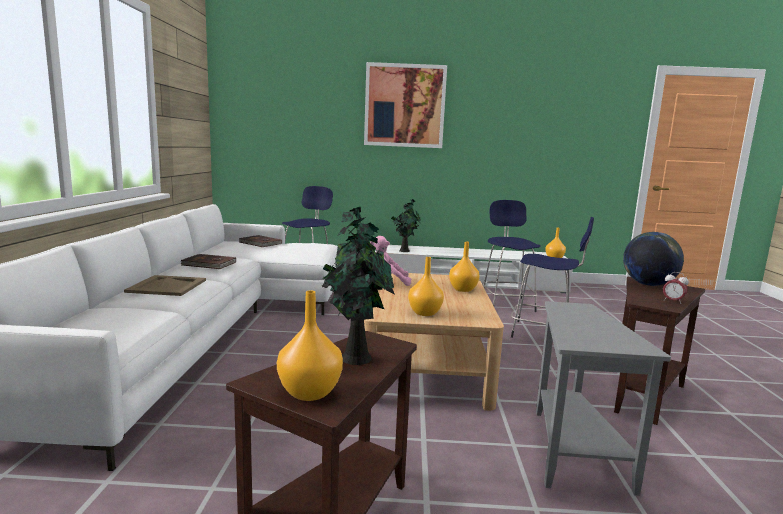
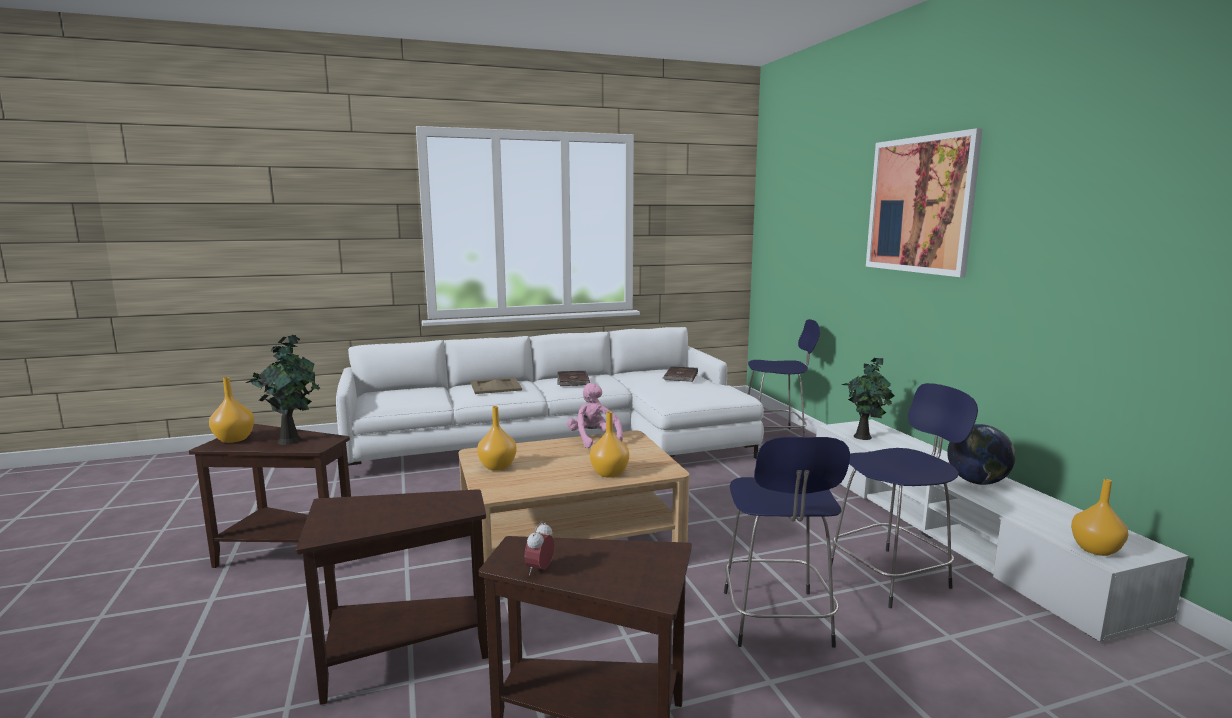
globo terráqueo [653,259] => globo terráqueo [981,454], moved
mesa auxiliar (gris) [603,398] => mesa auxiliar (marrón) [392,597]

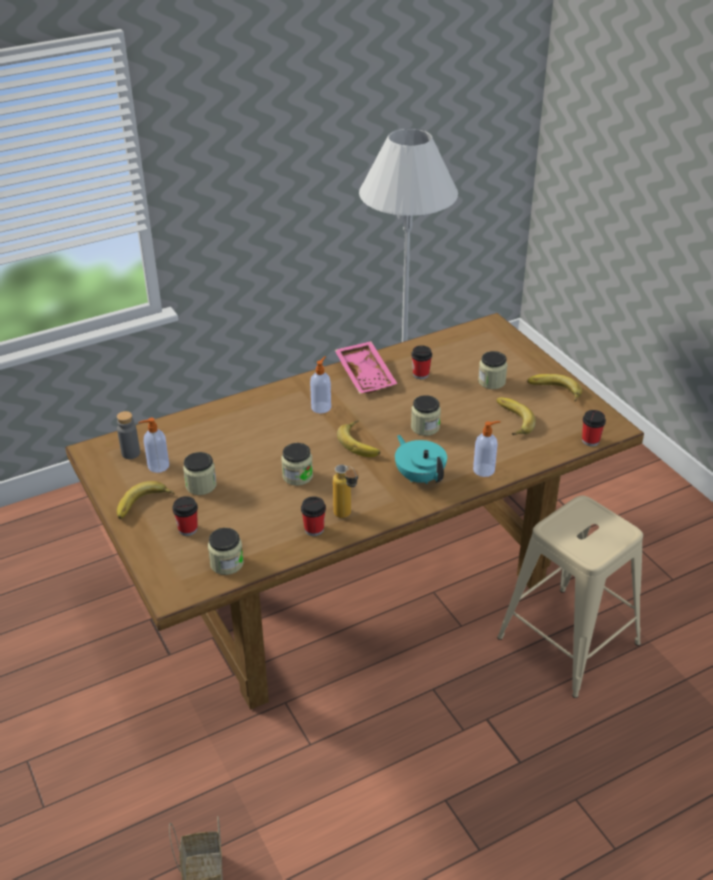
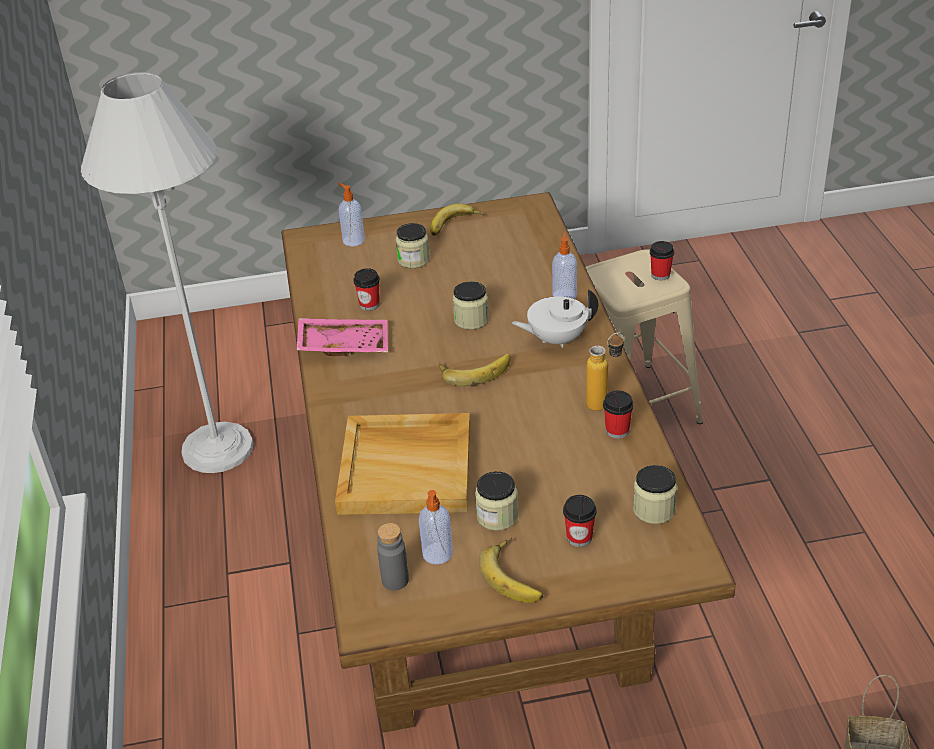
dispensador de jabón [320,384] => dispensador de jabón [351,214], moved
plátano [516,416] => nothing
taza [594,428] => taza [662,260], moved
tetera (turquesa) [421,459] => tetera (blanco) [555,318]
tarro [297,464] => nothing
nothing => bandeja (beis) [402,464]

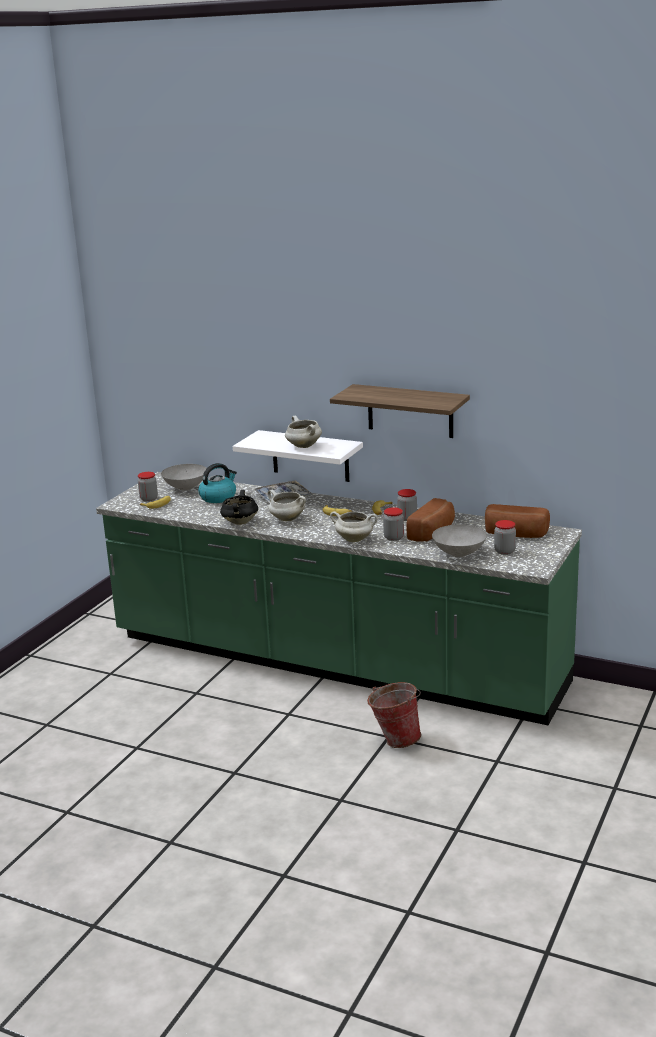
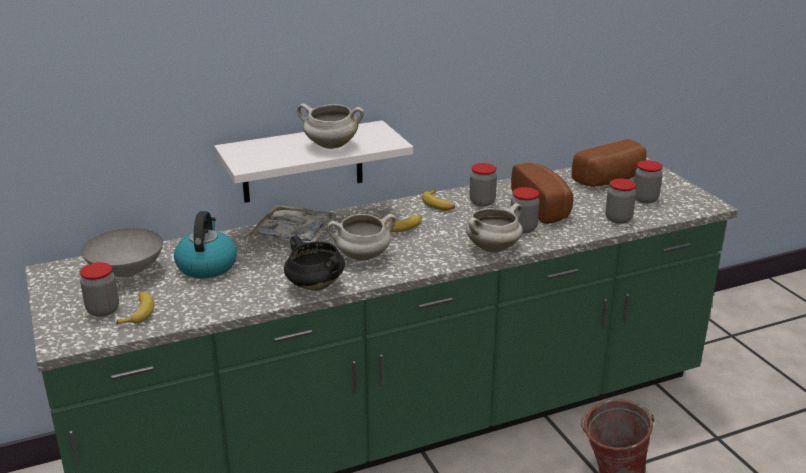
estante [400,411] => nothing
cuenco (gris) [459,541] => tarro [620,201]

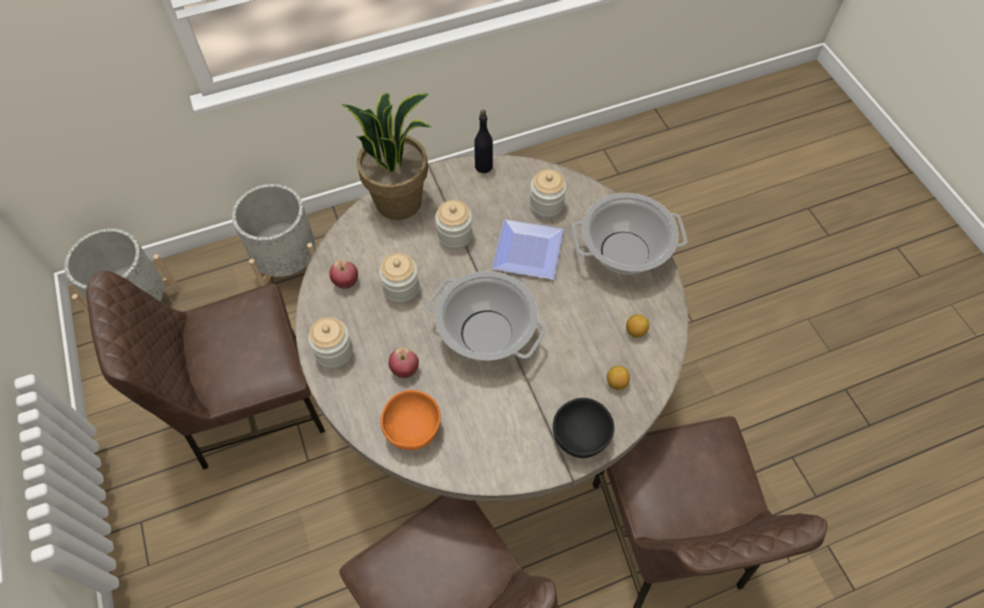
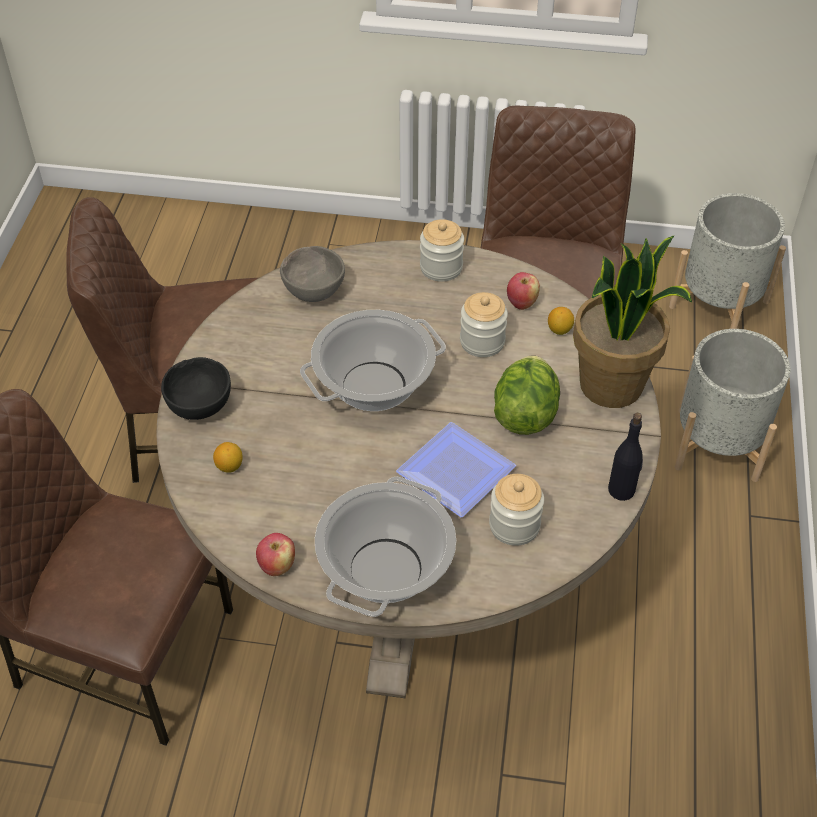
tarro [453,225] => lechuga [527,395]
limón [637,326] => limón [561,321], moved
manzana [404,362] => manzana [275,554], moved
cuenco (naranja) [410,420] => cuenco (gris) [312,274]

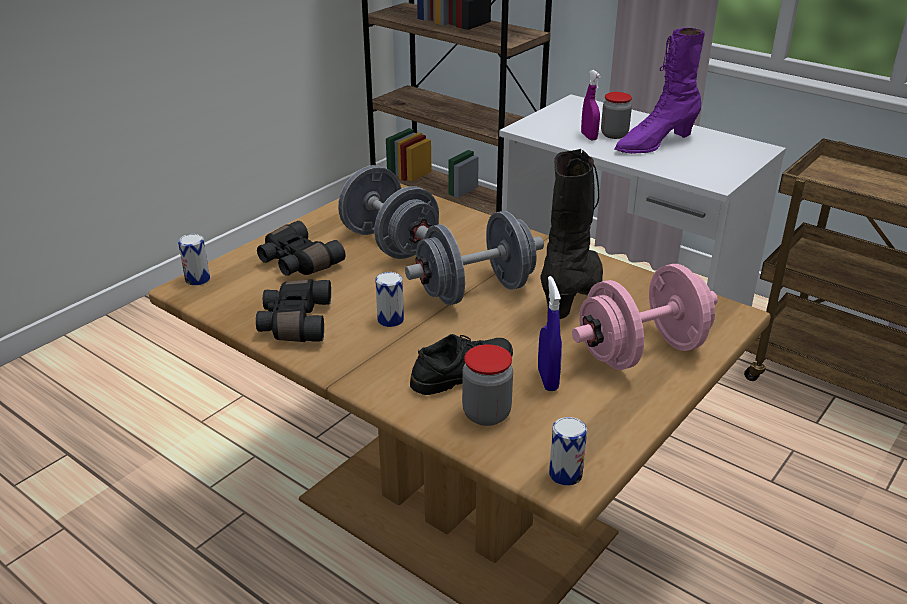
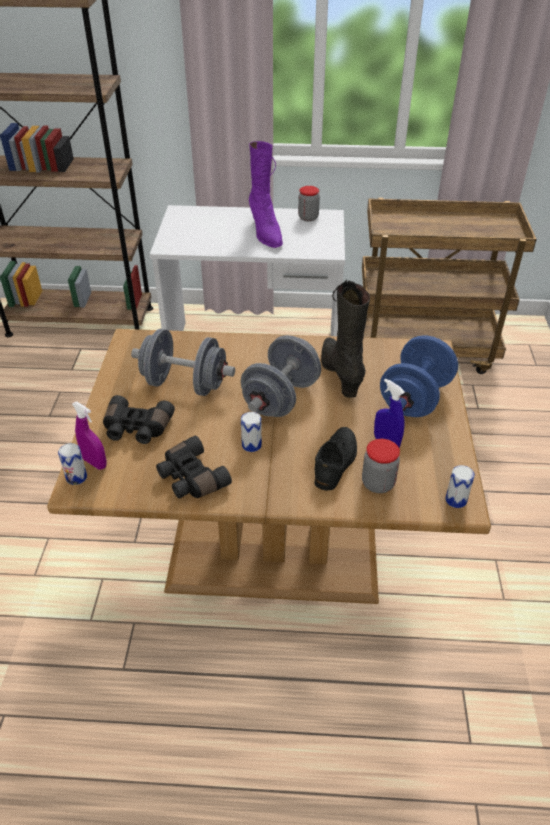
bota (morado) [659,91] => bota (morado) [266,194], 45 degrees counterclockwise
pulverizador (morado) [591,105] => pulverizador (morado) [89,436], moved
tarro [616,115] => tarro [309,204], moved
mancuerna (rosa) [645,317] => mancuerna (azul) [419,376]

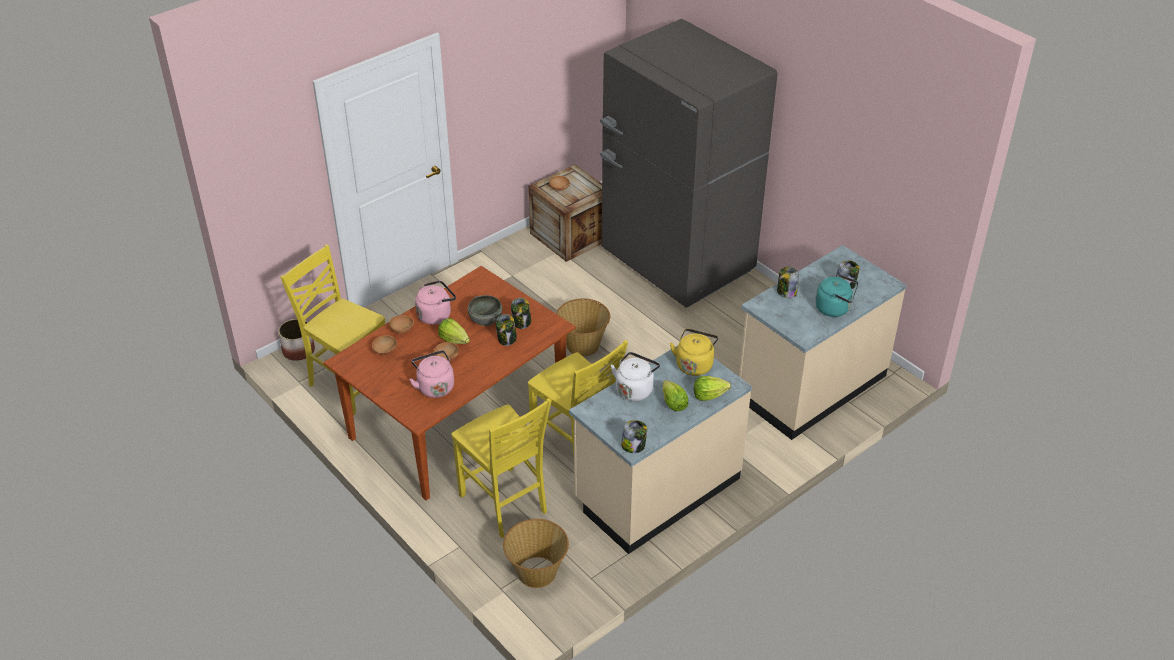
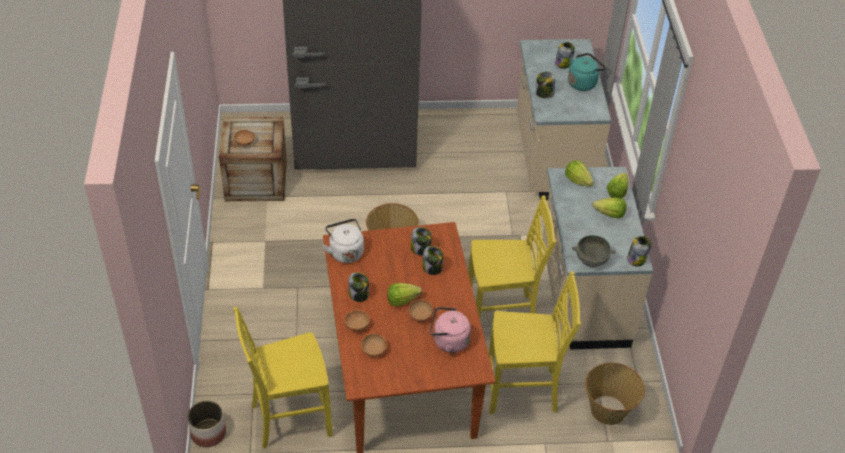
hervidor (rosa) [435,302] => tarro [358,287]
cuenco (gris) [485,310] => cuenco (gris) [593,251], moved
hervidor (amarillo) [694,352] => lechuga [579,173]
hervidor (blanco) [635,376] => hervidor (blanco) [343,241], moved

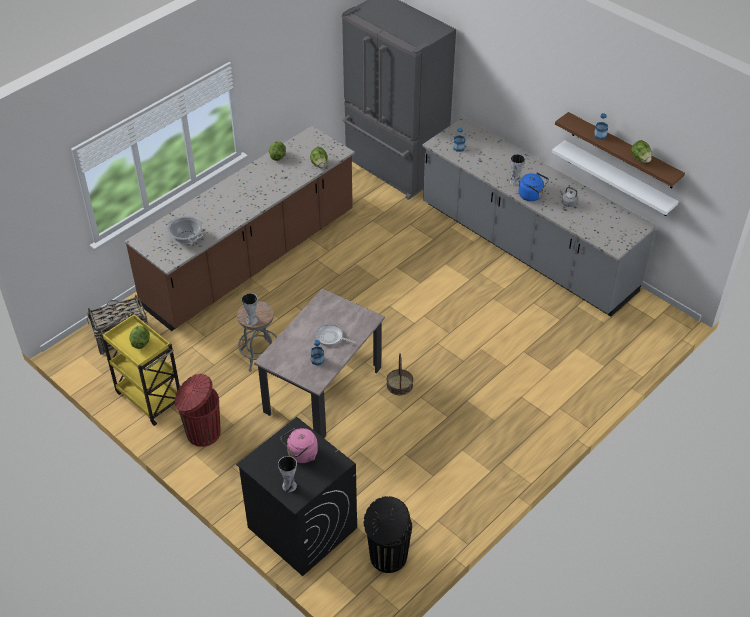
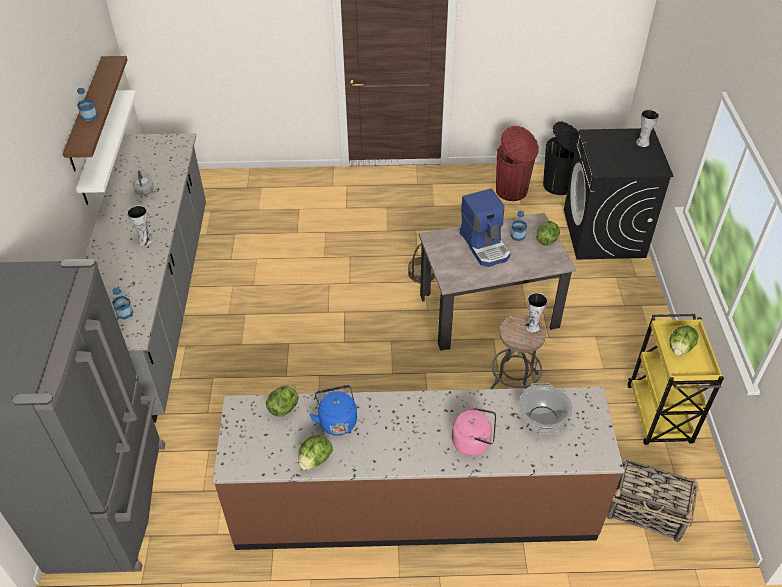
lechuga [641,151] => lechuga [548,233], moved
hervidor (azul) [534,186] => hervidor (azul) [333,410], moved
sartén [335,335] => cafetera [485,228]
papelera (rojo) [197,410] => papelera (rojo) [517,163], moved
hervidor (rosa) [299,445] => hervidor (rosa) [474,430], moved

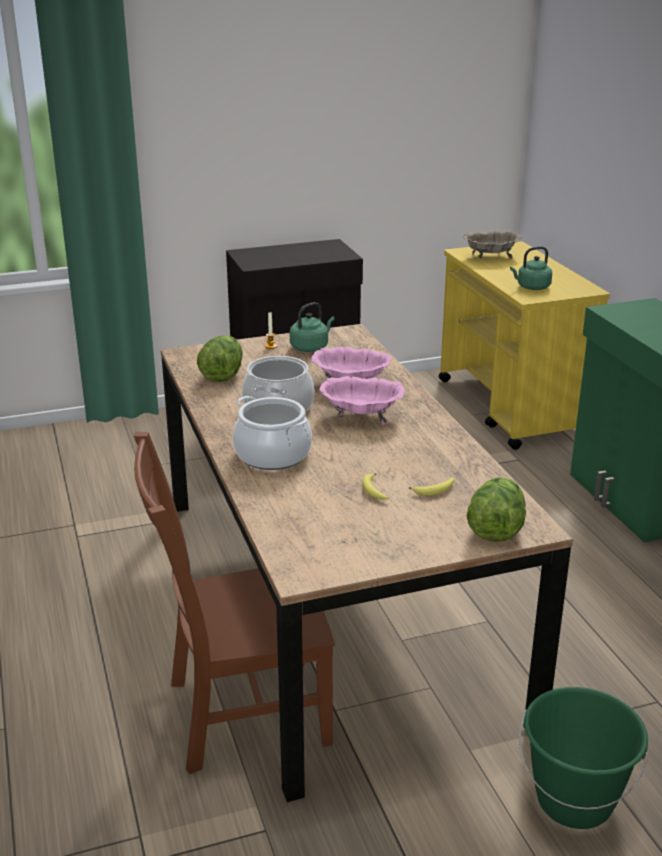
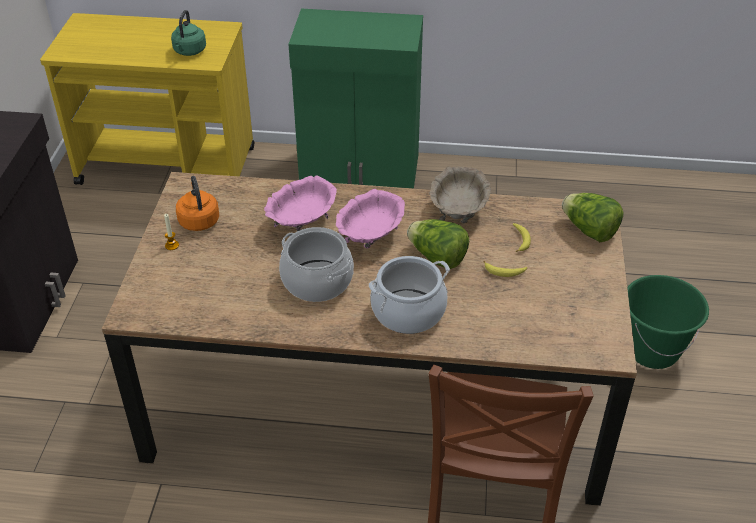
cuenco (beis) [492,244] => cuenco (beis) [460,195], moved
hervidor (verde) [312,327] => hervidor (naranja) [197,203]
lechuga [219,358] => lechuga [438,244], moved

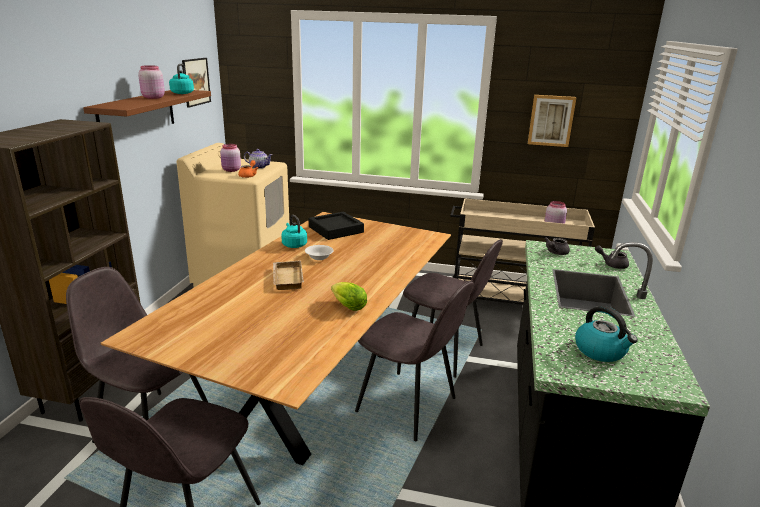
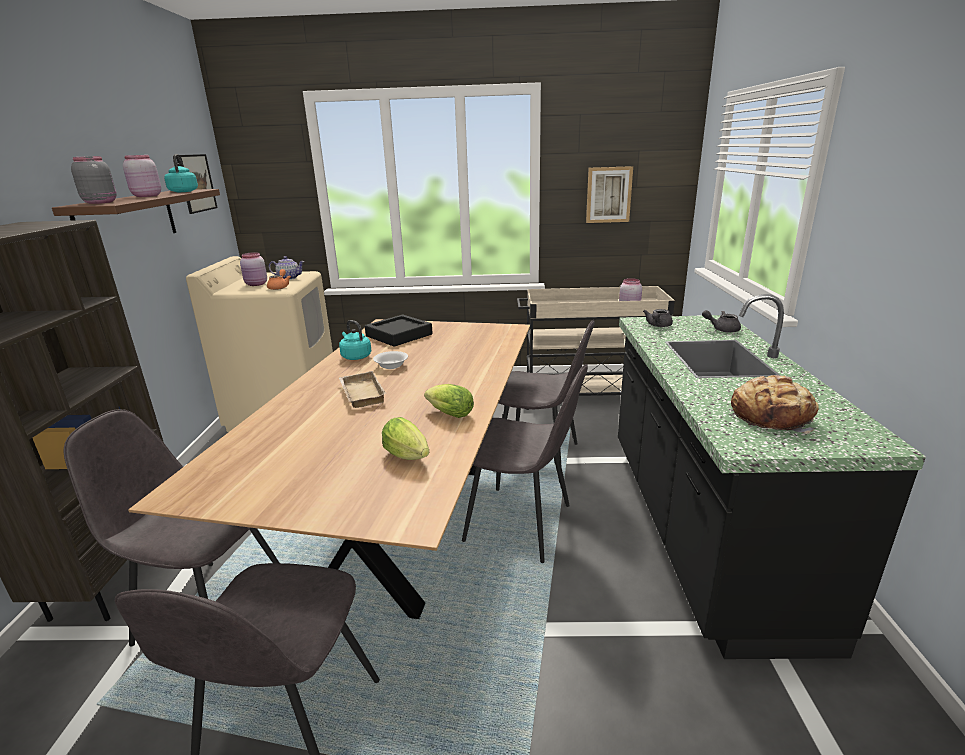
hervidor [606,334] => pan [775,404]
nothing => tarro (gris) [94,180]
nothing => lechuga [405,438]

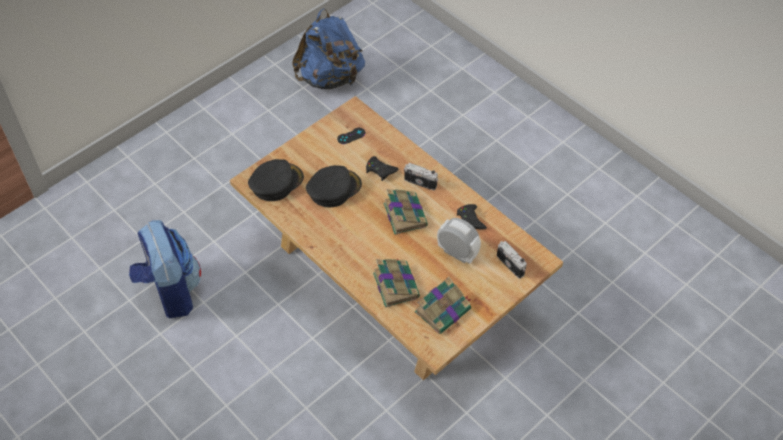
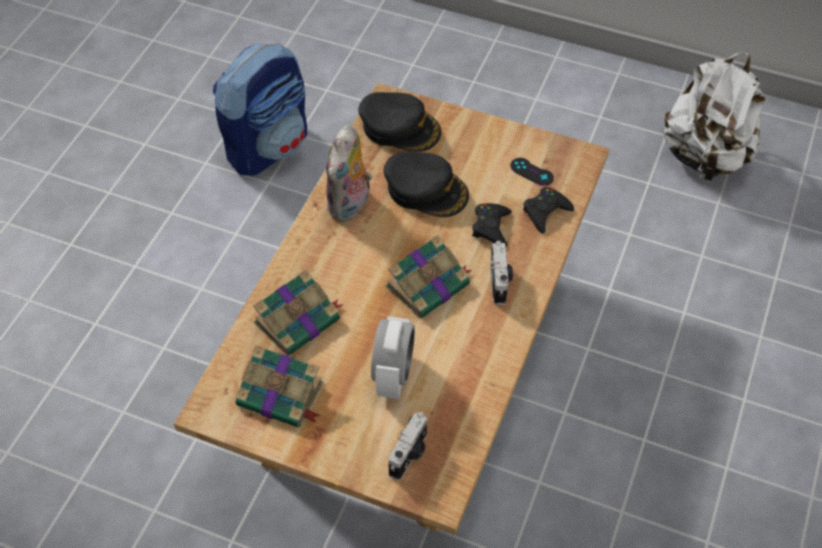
mochila (azul) [328,48] => mochila (blanco) [714,116]
mando de consola (negro) [472,217] => mando de consola (negro) [548,210], moved
nothing => peluche [349,173]

